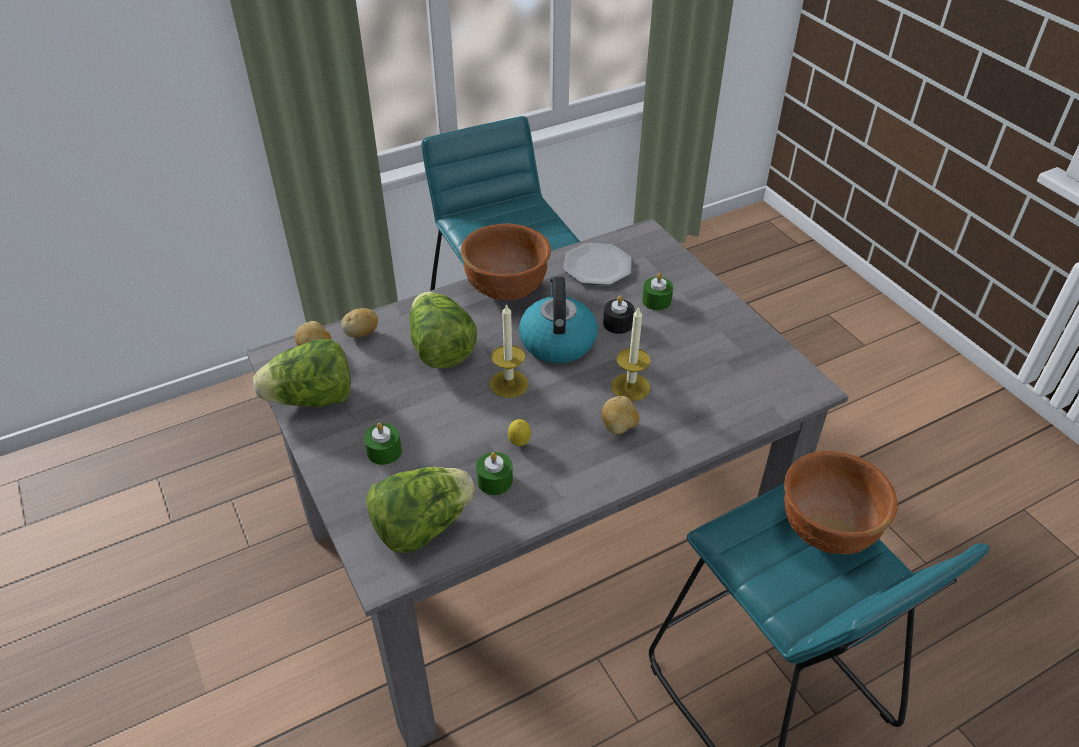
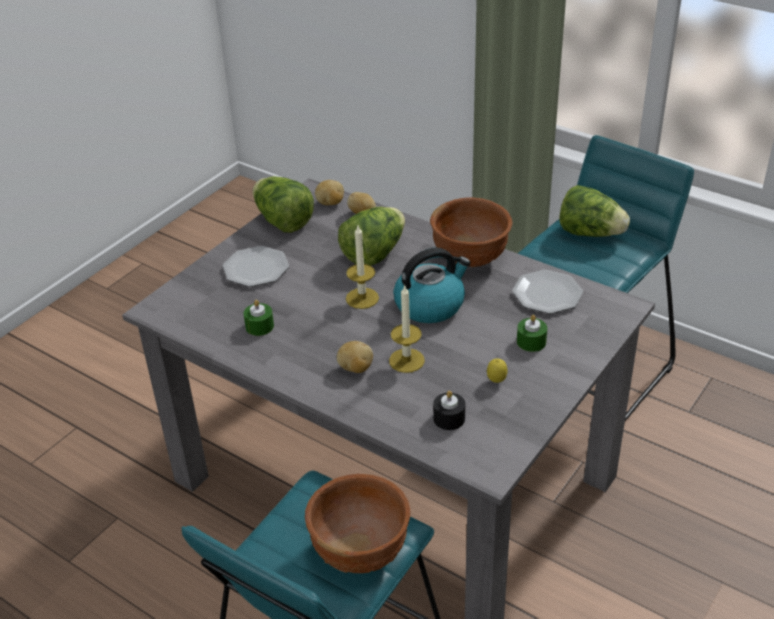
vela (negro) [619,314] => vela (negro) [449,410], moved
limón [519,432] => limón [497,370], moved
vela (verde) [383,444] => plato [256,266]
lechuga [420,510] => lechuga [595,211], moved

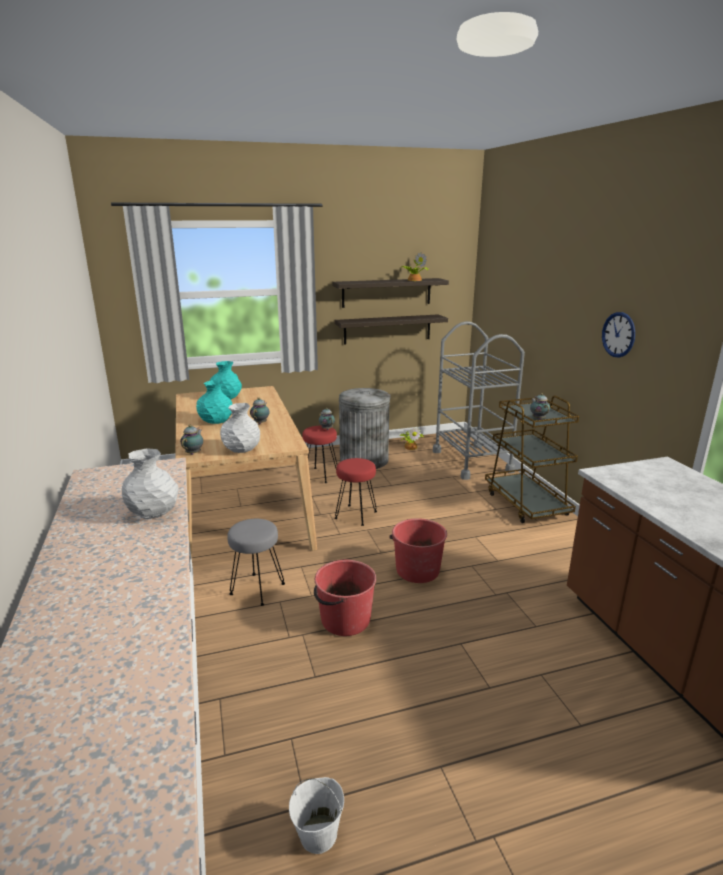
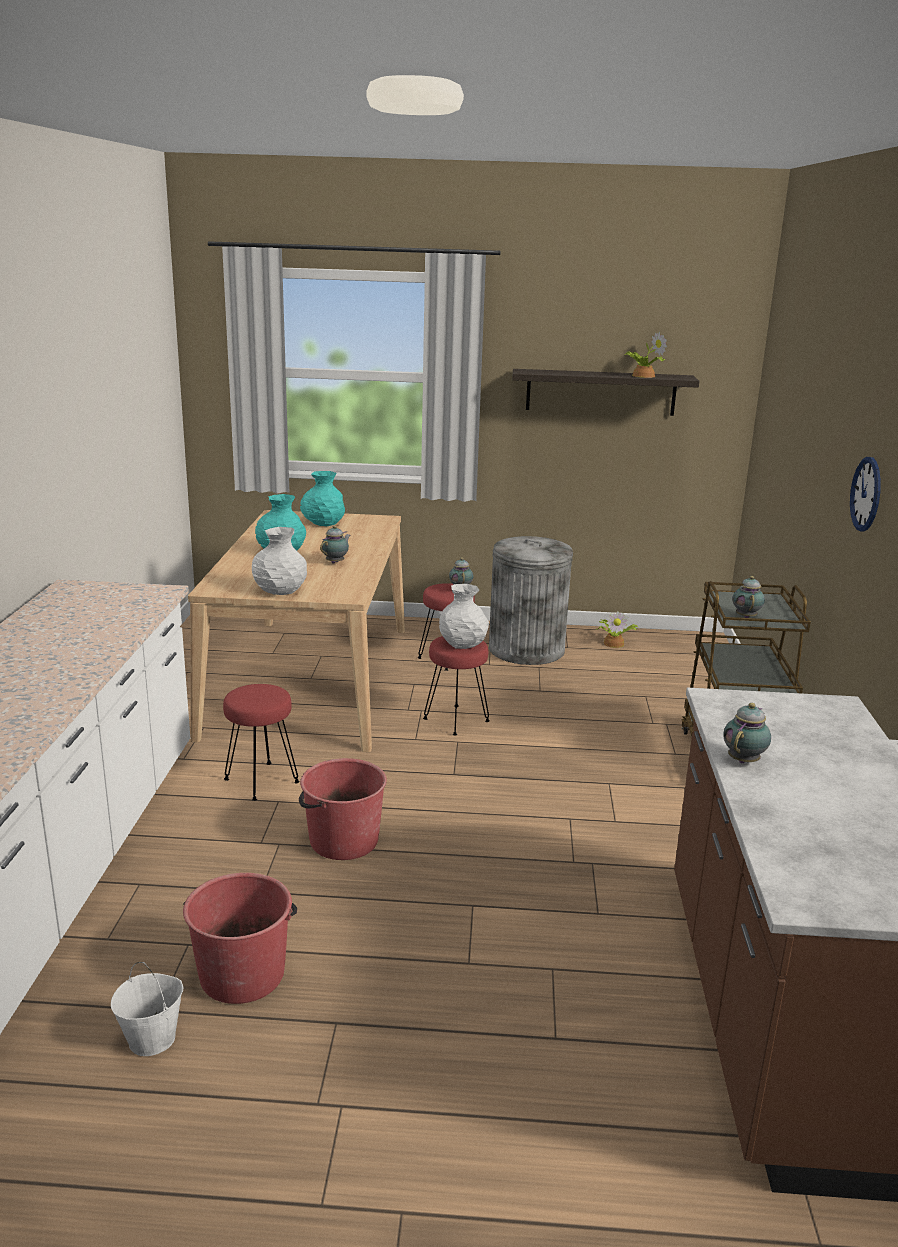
estante [391,329] => nothing
carrito (gris) [479,400] => nothing
tetera [191,440] => tetera [747,733], moved
florero (blanco) [150,483] => florero (blanco) [464,616], moved
cubo (rojo) [418,550] => cubo (rojo) [240,938], moved
taburete (gris) [256,562] => taburete (rojo) [261,742]

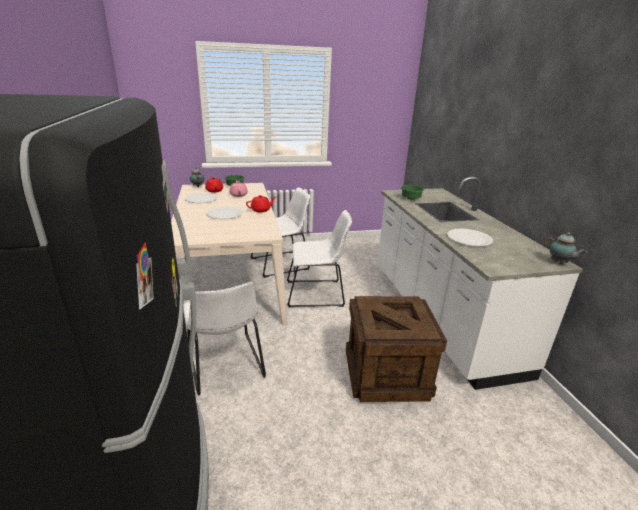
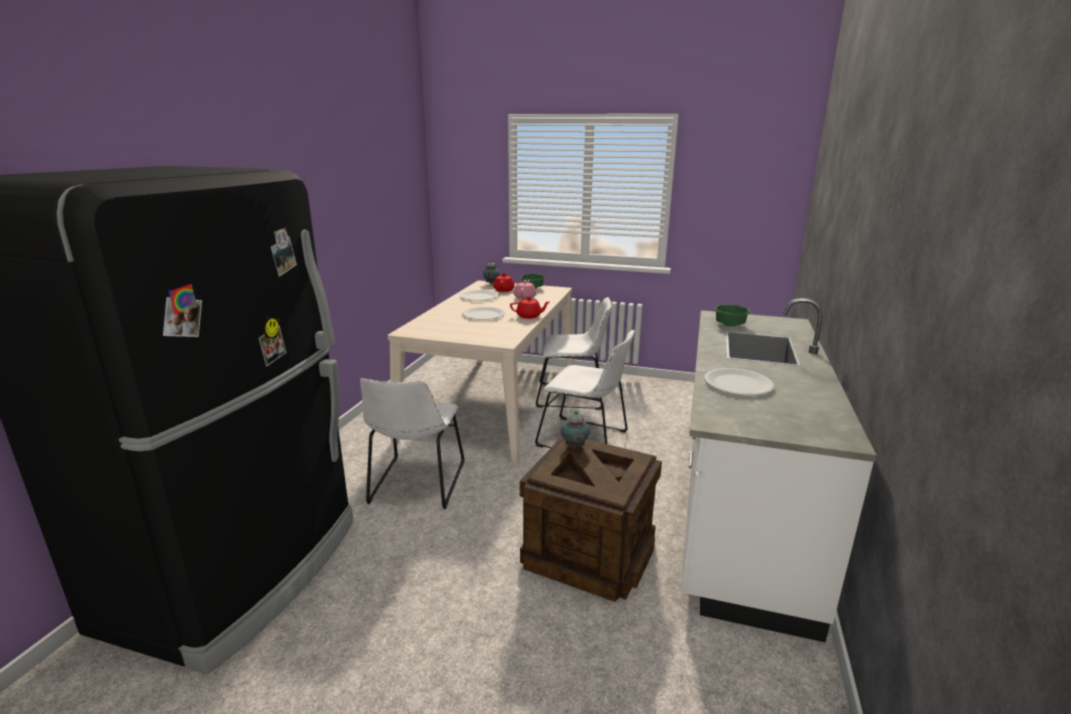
tetera [565,248] => tetera [575,429], moved

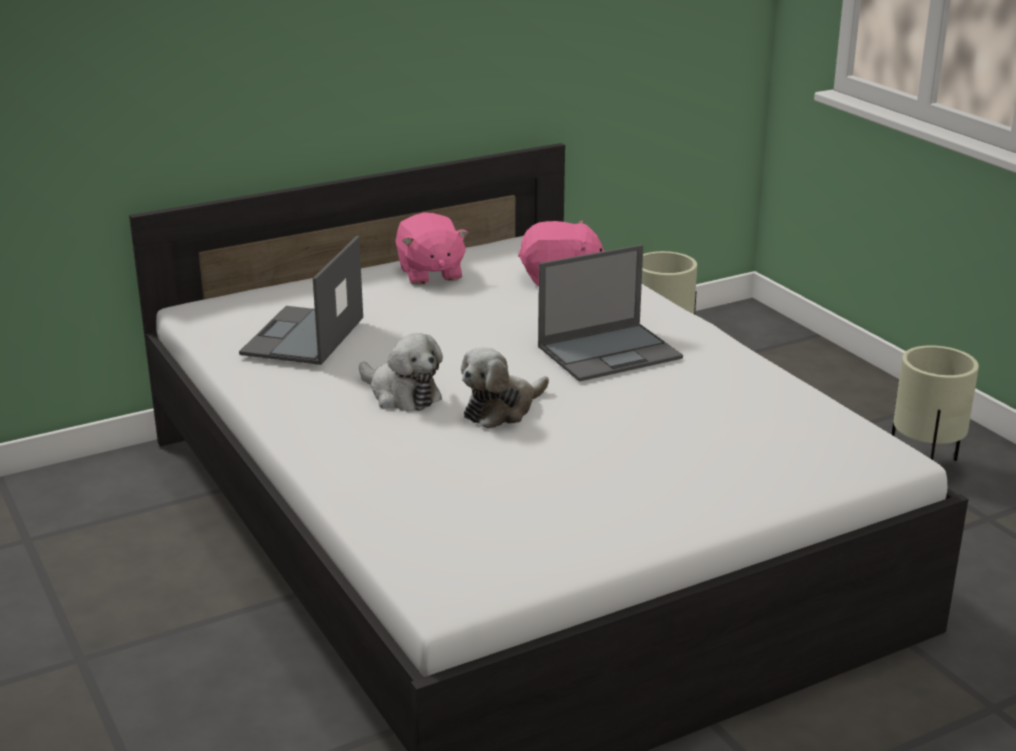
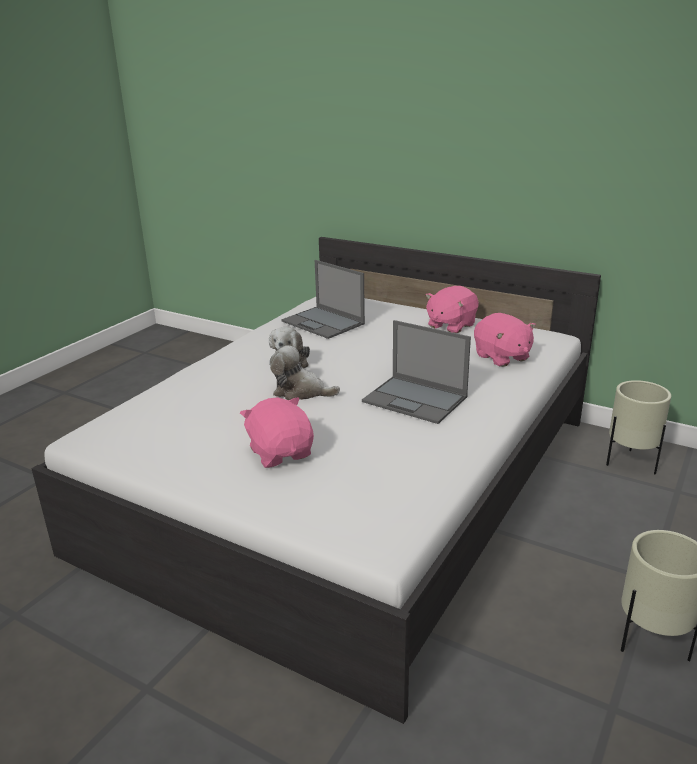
portátil [301,300] => portátil [323,299], 120 degrees counterclockwise
nothing => peluche (rosa) [277,432]

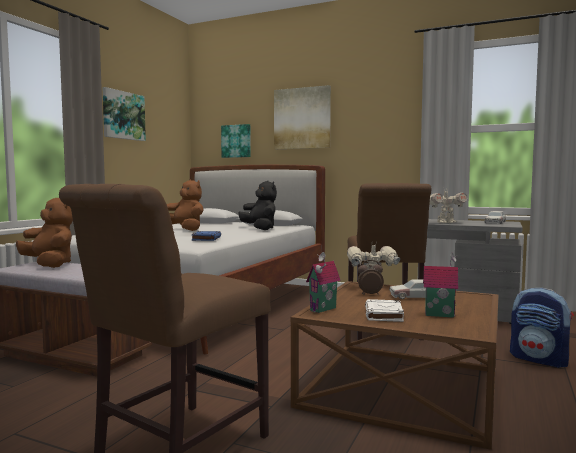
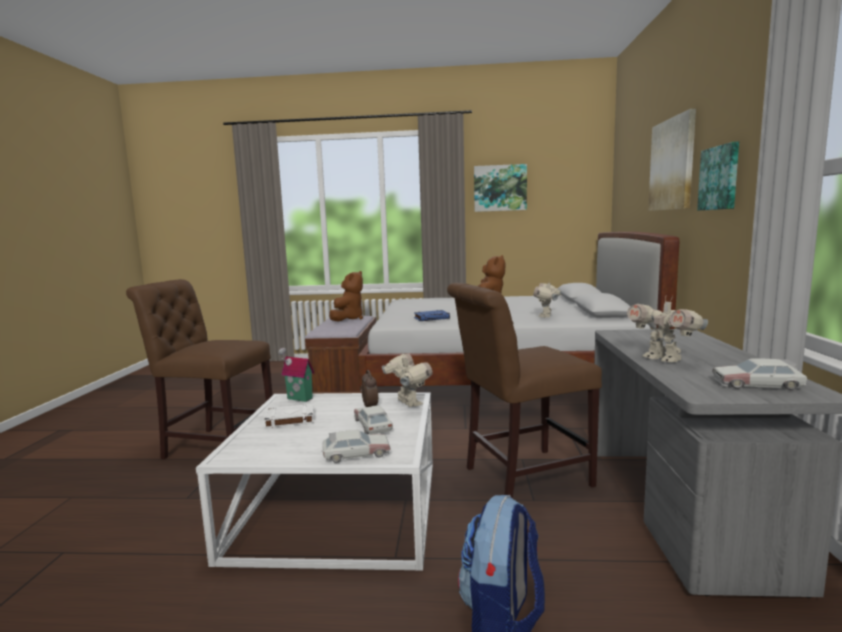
cuadro [236,141] => cuadro [718,176], moved
peluche (negro) [257,205] => robot de juguete [547,299]
casita [441,285] => nothing
mesa de centro (marrón) [395,365] => mesa de centro (blanco) [314,481]
nothing => coche de juguete [356,446]

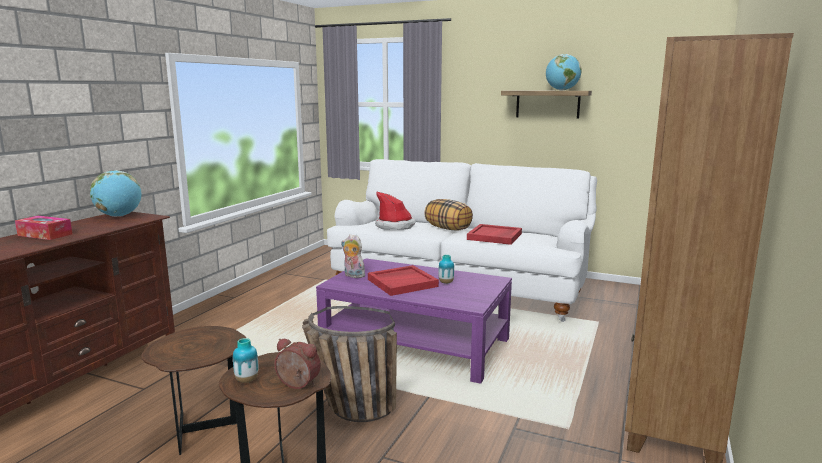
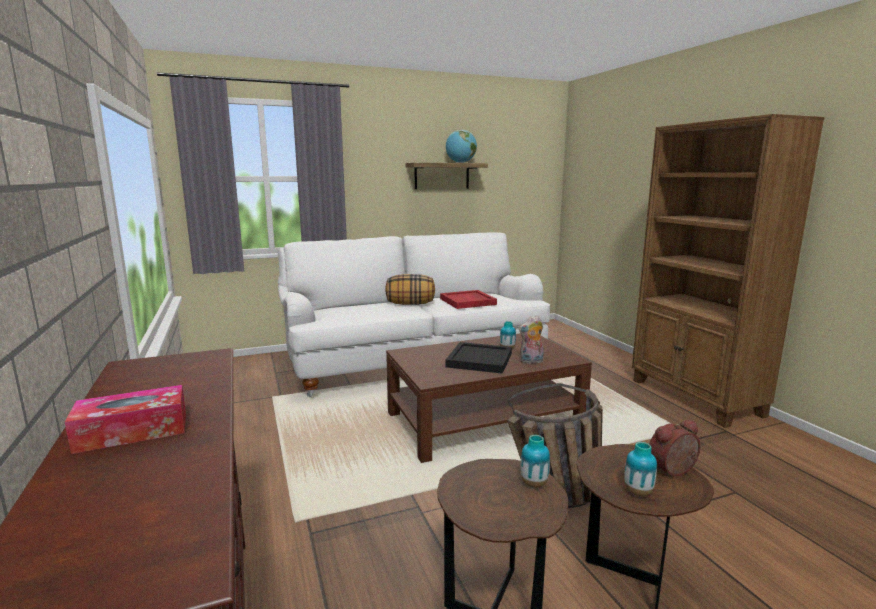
globo terráqueo [116,193] => nothing
sombrero [395,210] => nothing
peluche [353,256] => peluche [531,339], moved
mesa de centro (morado) [414,321] => mesa de centro (marrón) [489,398]
bandeja (rojo) [403,280] => bandeja (negro) [479,358]
nothing => florero [535,461]

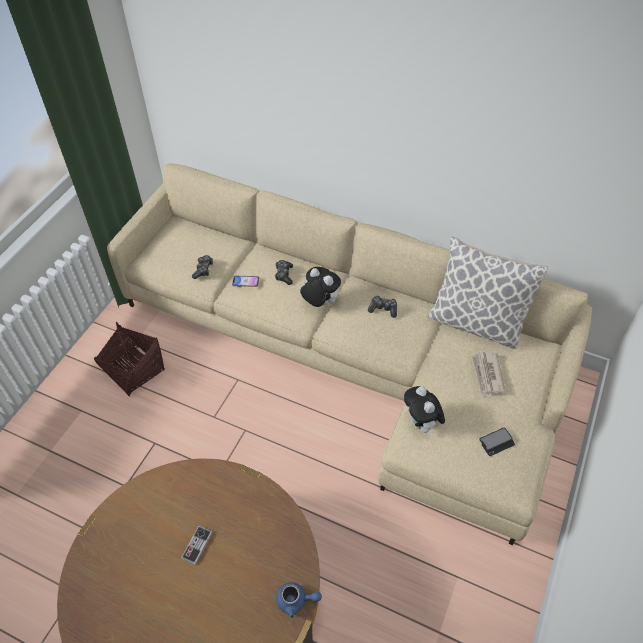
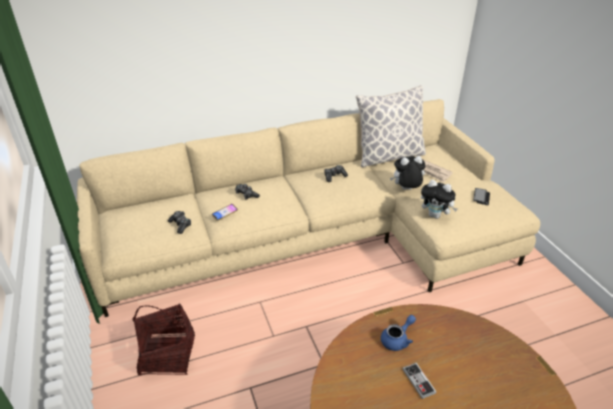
peluche [320,287] => peluche [408,173], moved
tetera (azul) [299,600] => tetera (azul) [398,333], moved

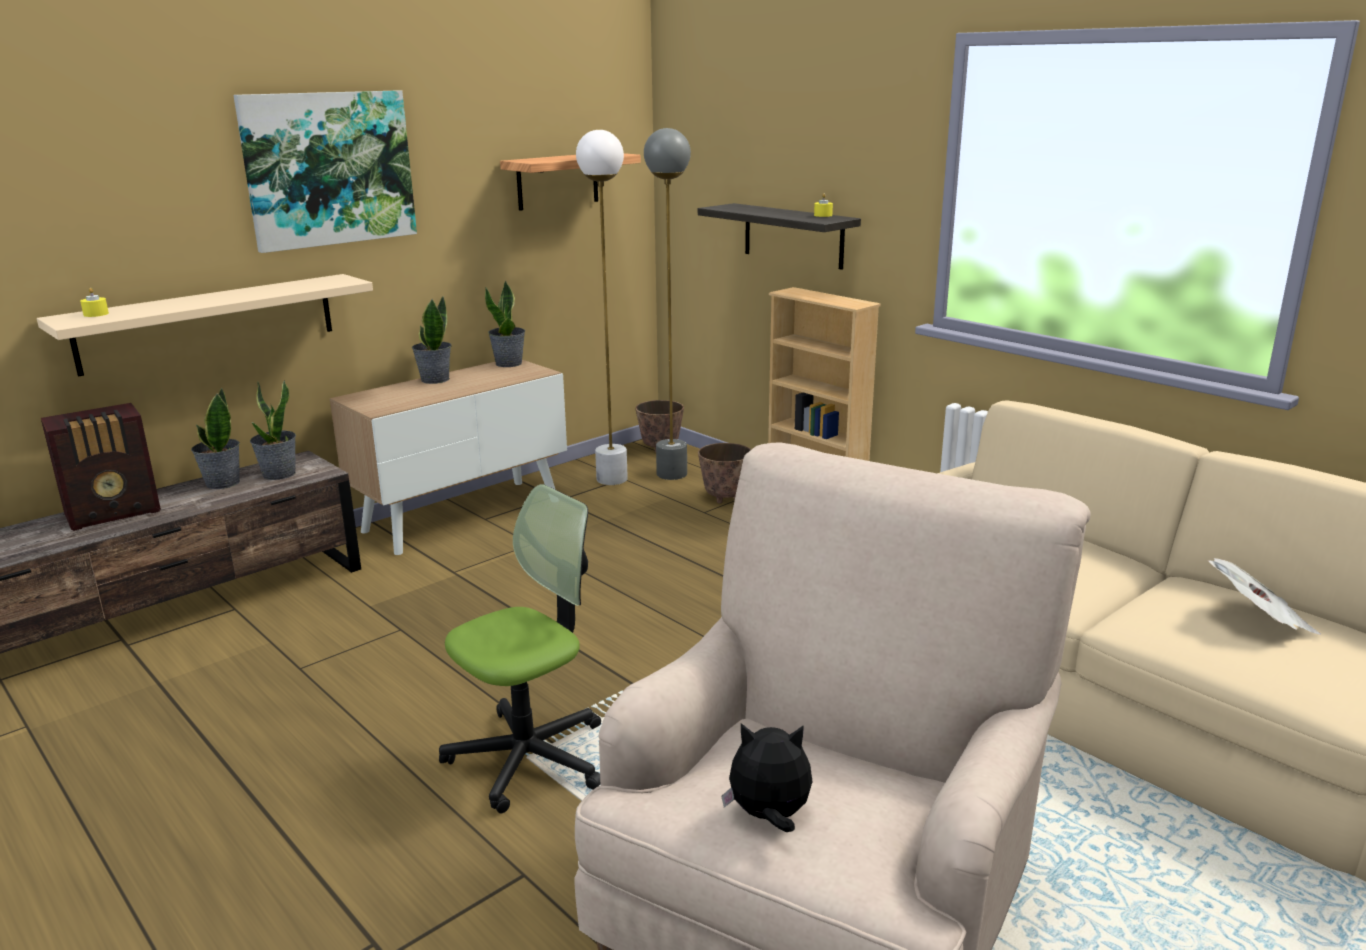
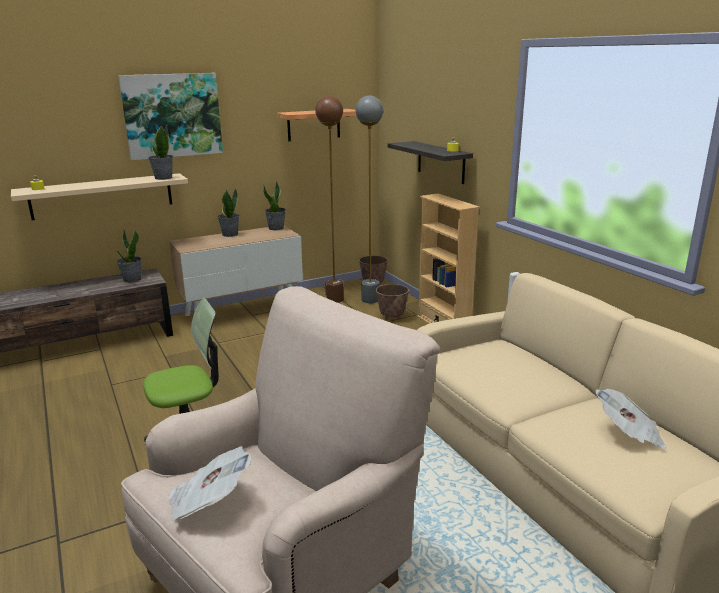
lámpara de pie (blanco) [602,307] => lámpara de pie (marrón) [329,199]
planta en maceta [215,438] => planta en maceta [160,153], moved
radio [101,467] => nothing
peluche [767,777] => periódico [209,484]

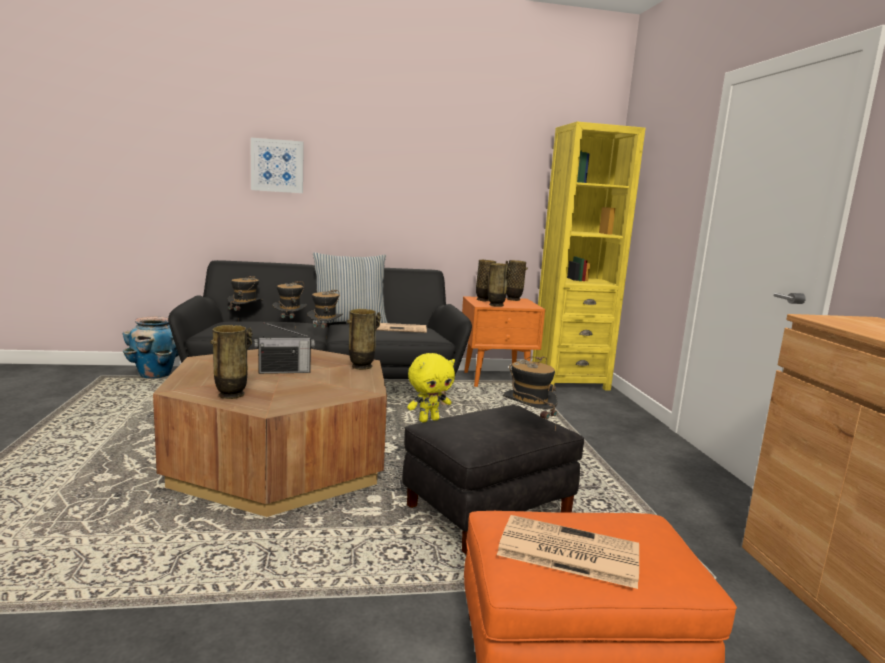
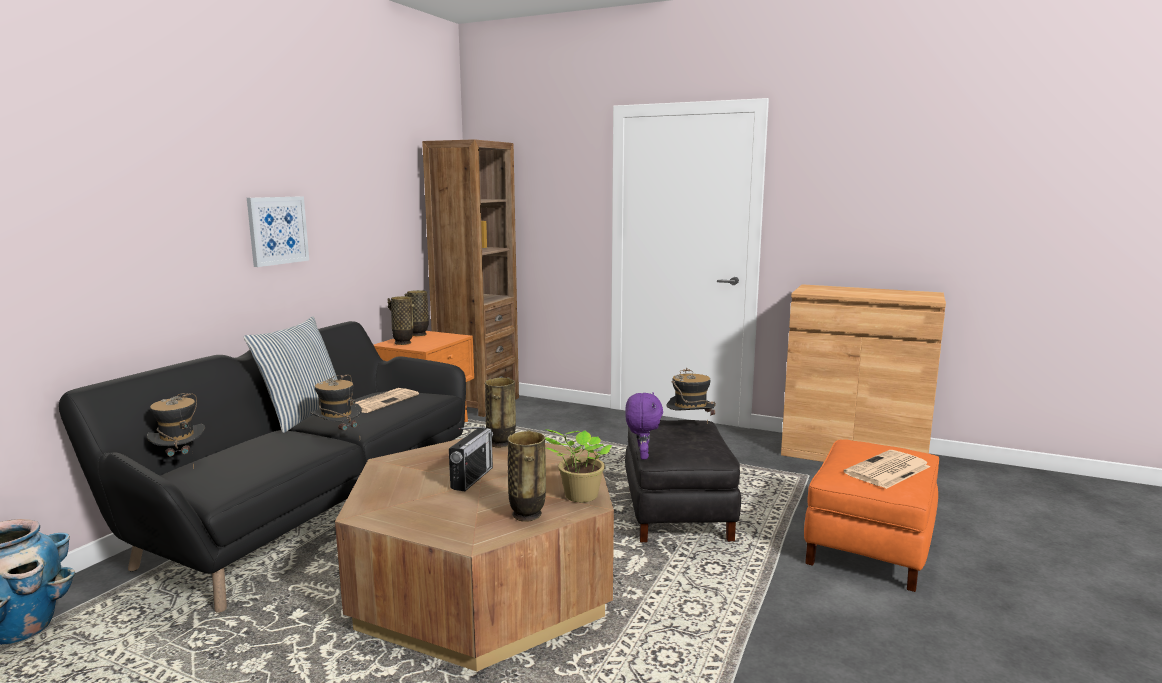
estantería (amarillo) [589,256] => estantería (marrón) [470,278]
cuadro [277,165] => cuadro [278,231], moved
florero [499,285] => nothing
sombrero [289,301] => nothing
peluche (amarillo) [431,387] => peluche (morado) [644,426]
nothing => planta en maceta [578,465]

